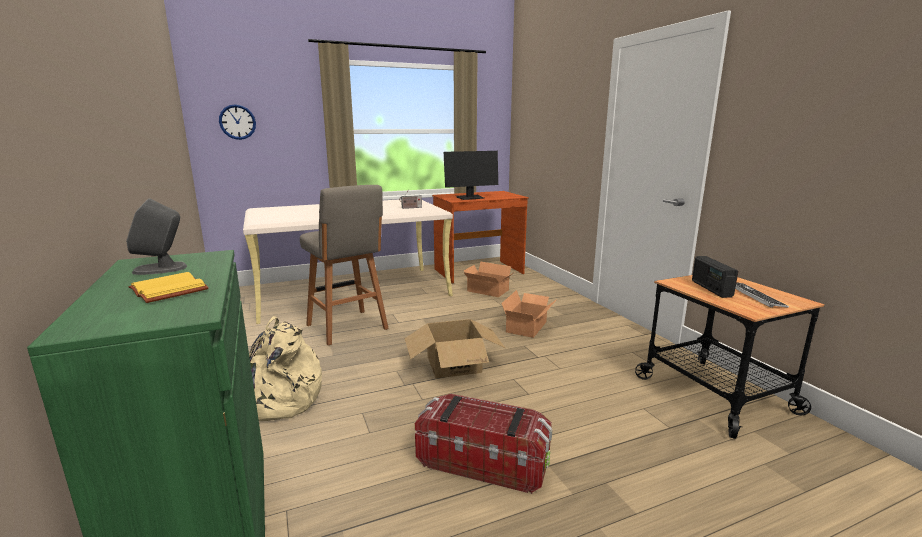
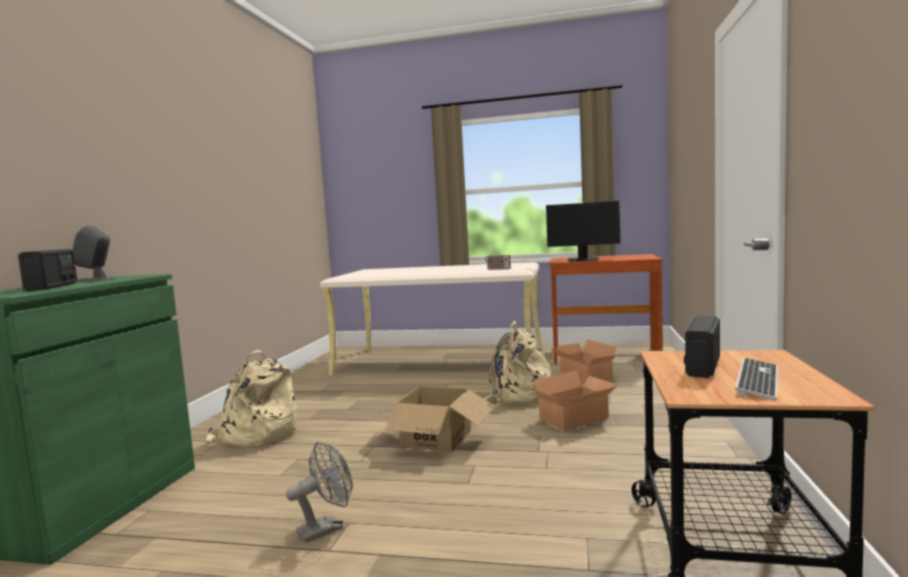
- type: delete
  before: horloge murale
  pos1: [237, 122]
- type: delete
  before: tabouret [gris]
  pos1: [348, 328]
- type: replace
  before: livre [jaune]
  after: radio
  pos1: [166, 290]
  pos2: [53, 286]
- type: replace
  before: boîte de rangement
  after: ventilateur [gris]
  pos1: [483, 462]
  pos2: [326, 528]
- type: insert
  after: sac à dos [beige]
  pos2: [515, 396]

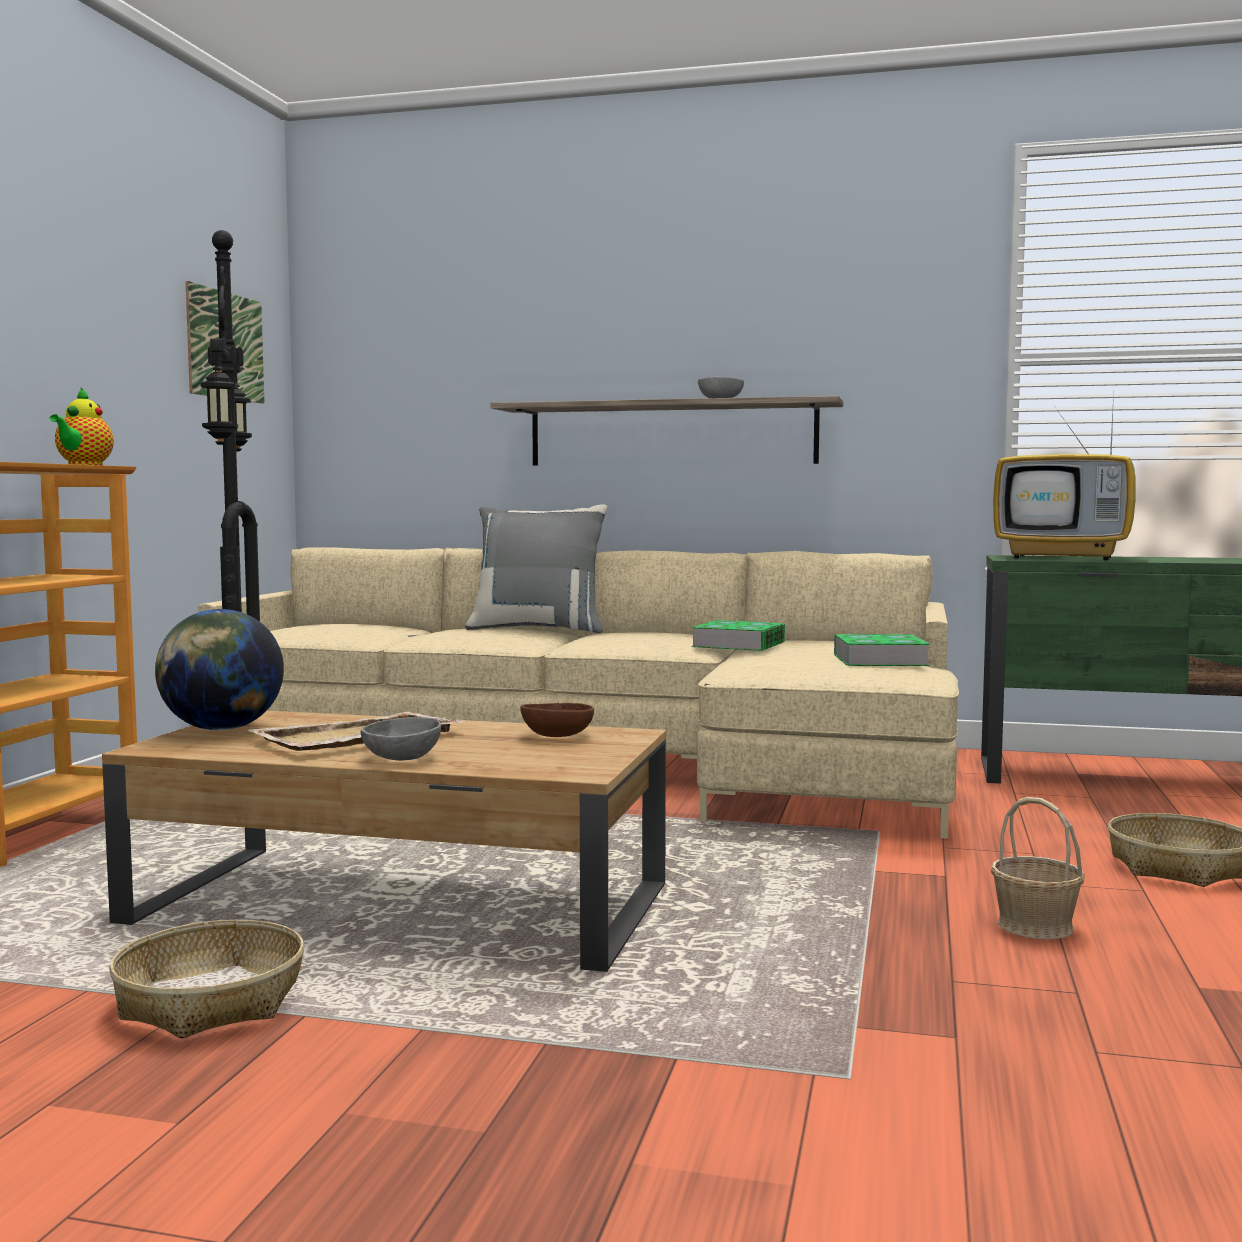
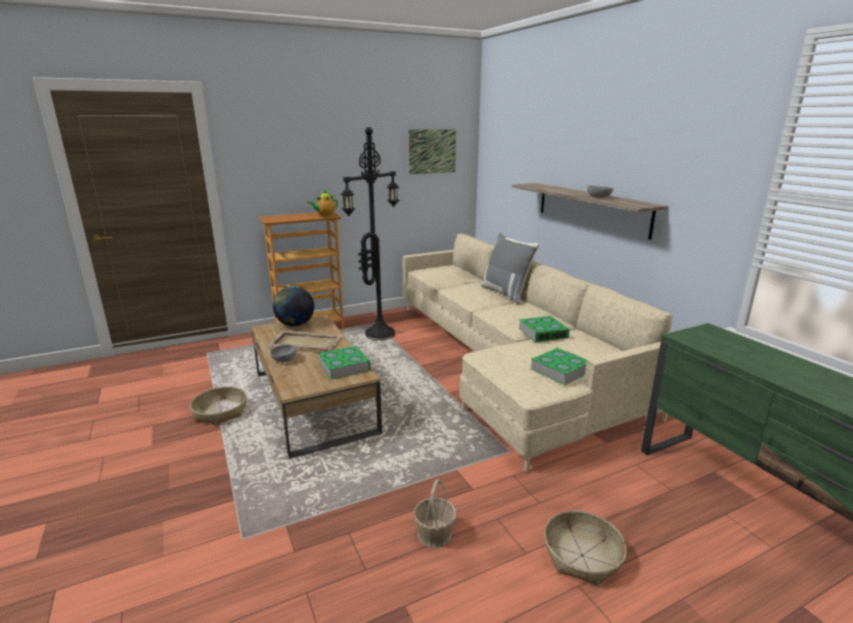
- type: delete
  before: téléviseur
  pos1: [1066, 557]
- type: replace
  before: bol [marron]
  after: livre
  pos1: [557, 735]
  pos2: [344, 366]

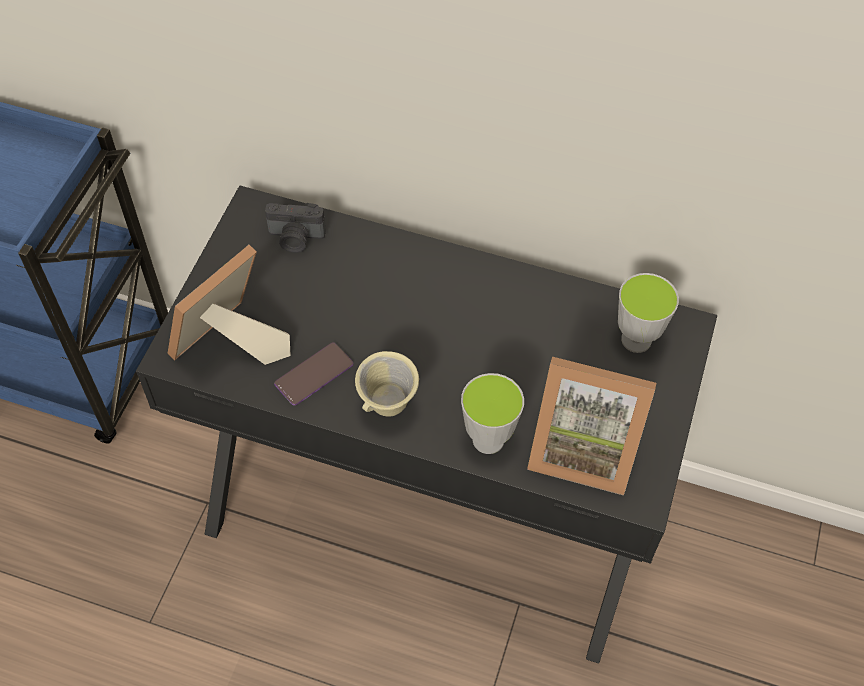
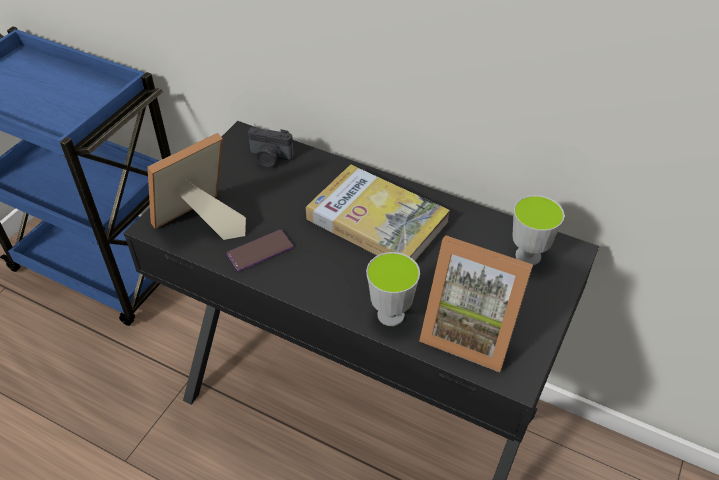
- type: delete
  before: mug [beige]
  pos1: [388, 409]
- type: insert
  after: livre
  pos2: [377, 220]

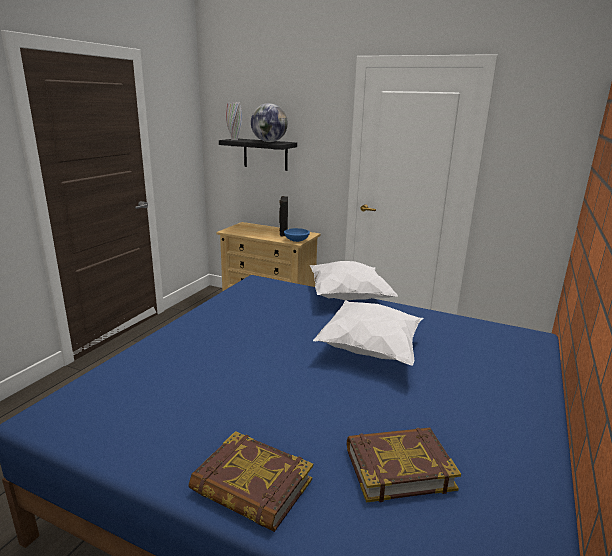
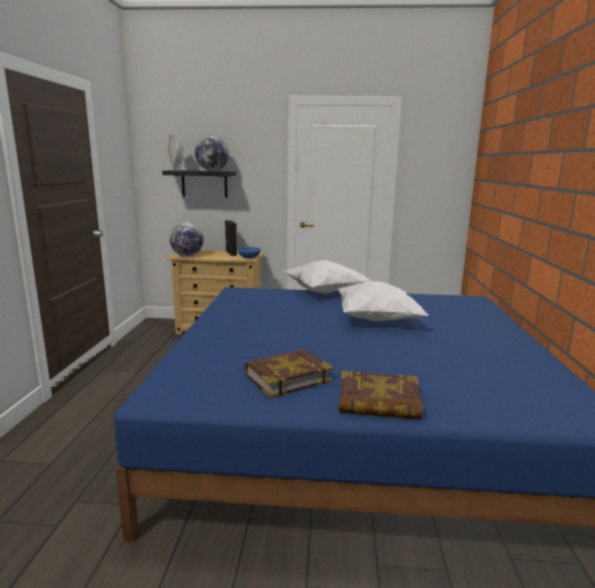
- type: move
  before: livre
  pos1: [398, 468]
  pos2: [287, 377]
- type: insert
  after: globe
  pos2: [187, 255]

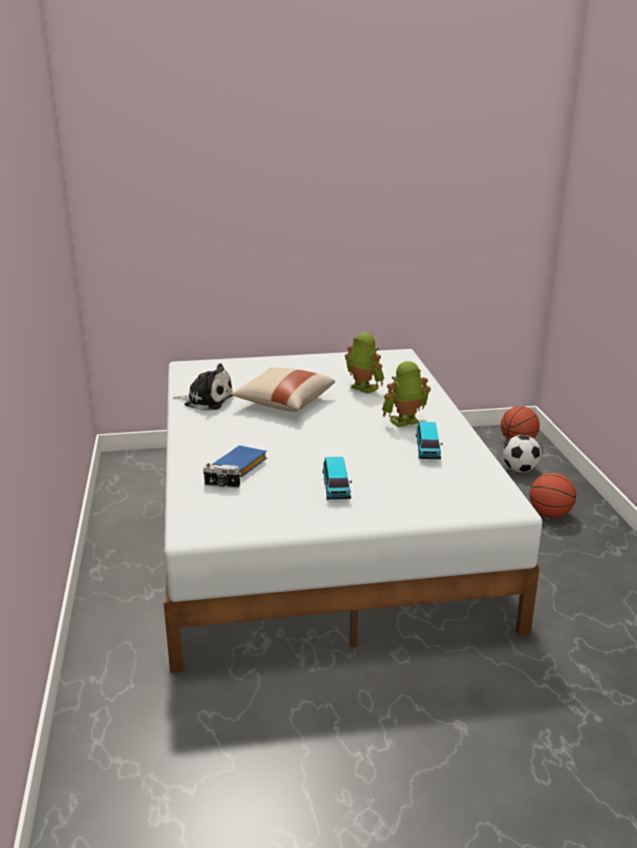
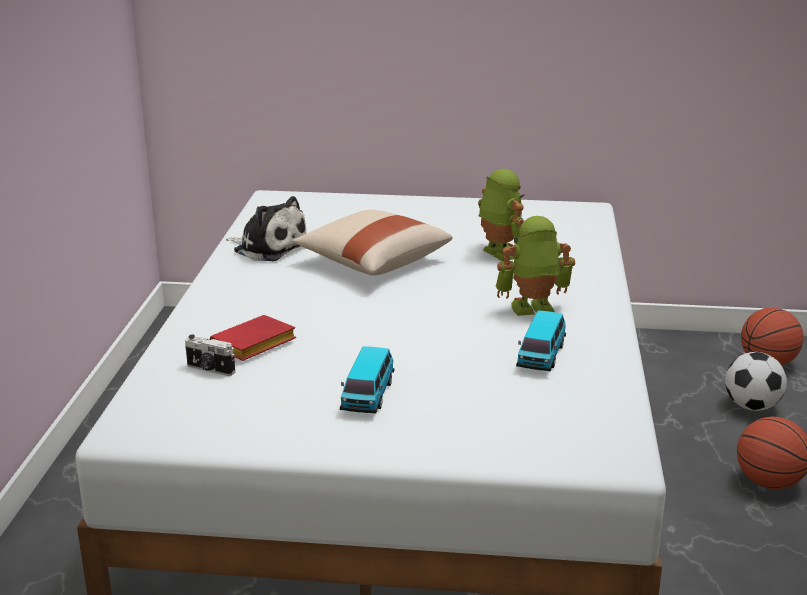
- type: recolor
  before: livre [bleu]
  after: livre [rouge]
  pos1: [240, 467]
  pos2: [253, 346]

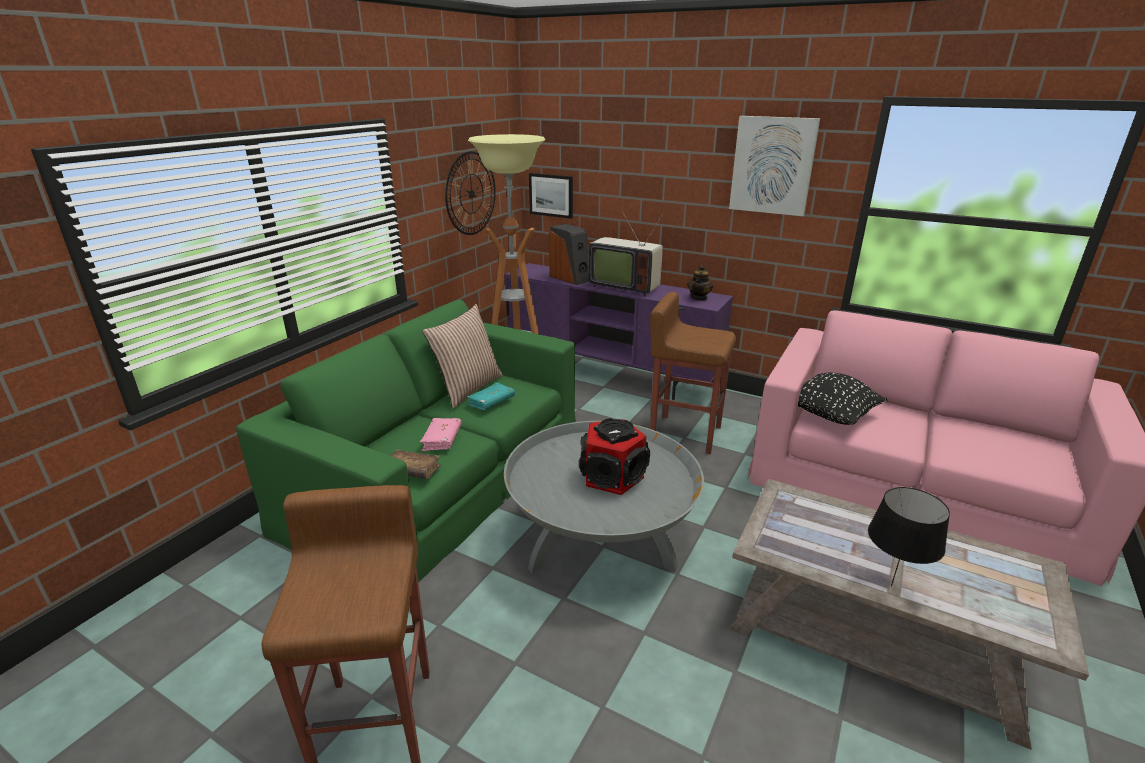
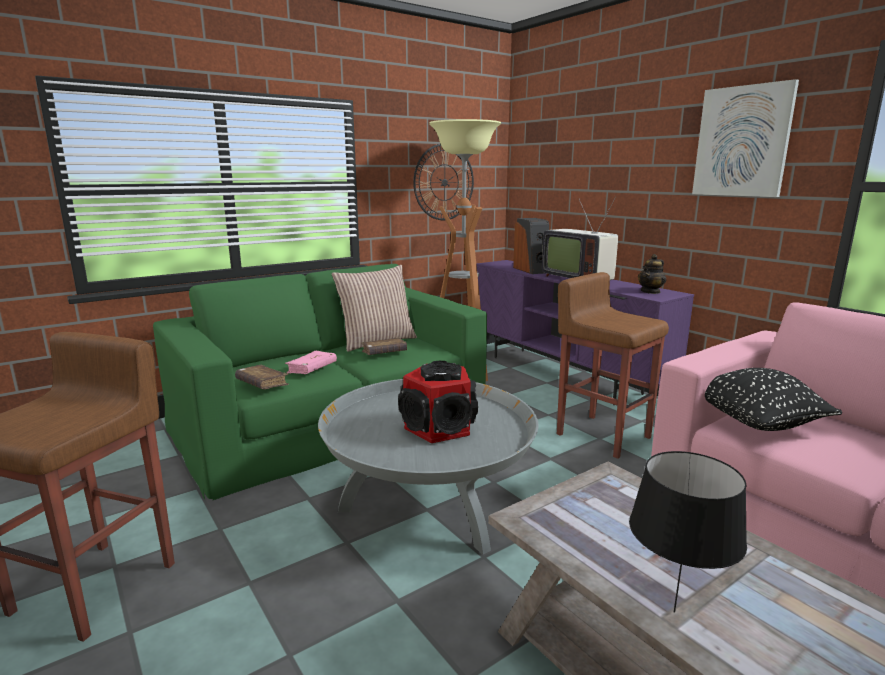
- type: delete
  before: tableau
  pos1: [551, 195]
- type: recolor
  before: livre [turquoise]
  after: livre [marron]
  pos1: [491, 402]
  pos2: [384, 352]

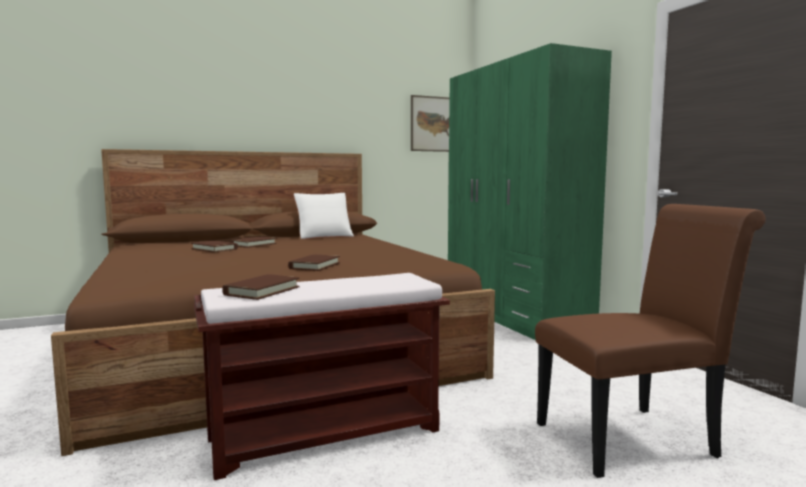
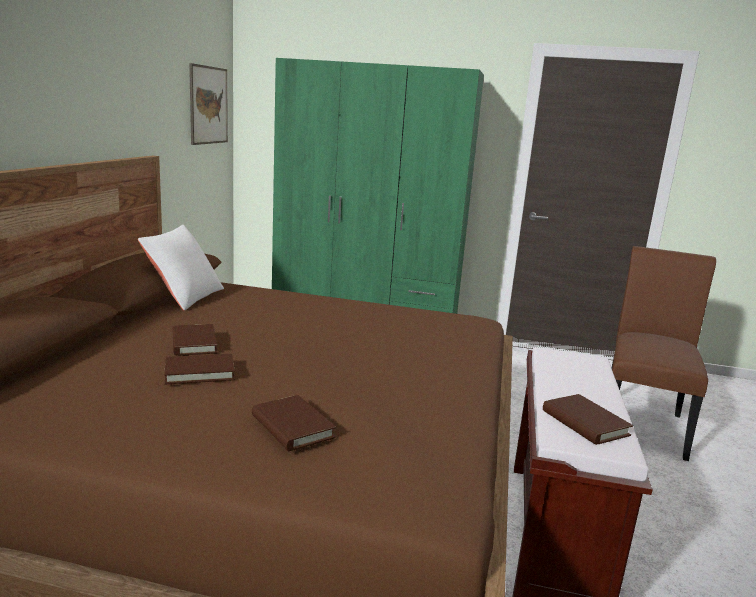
- type: move
  before: livre [marron]
  pos1: [315, 266]
  pos2: [292, 427]

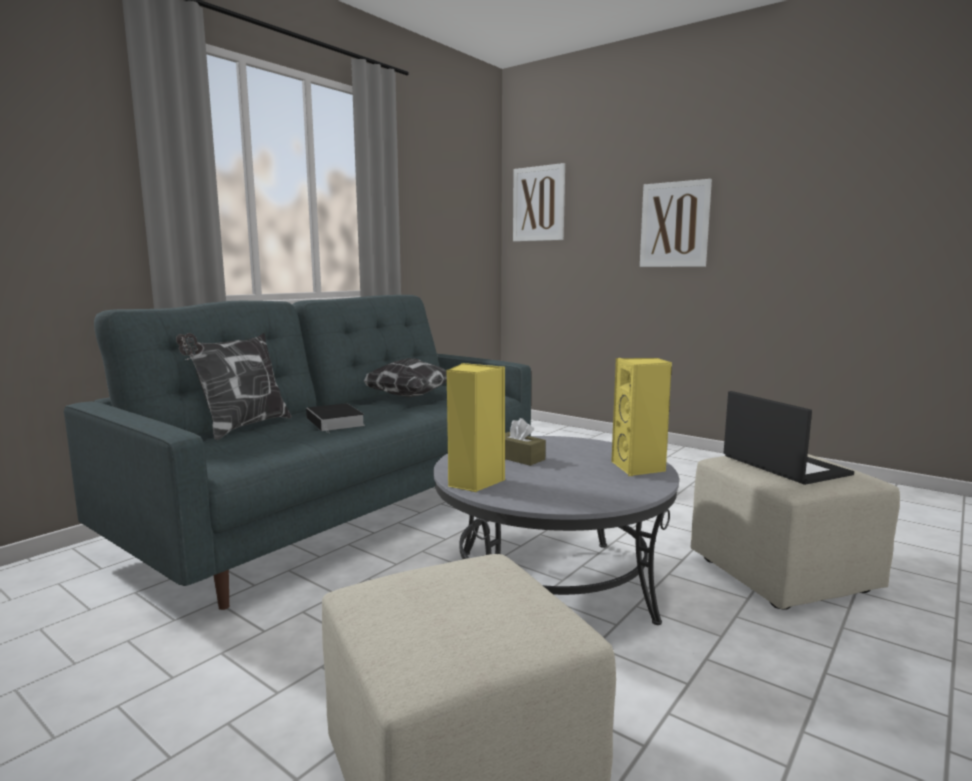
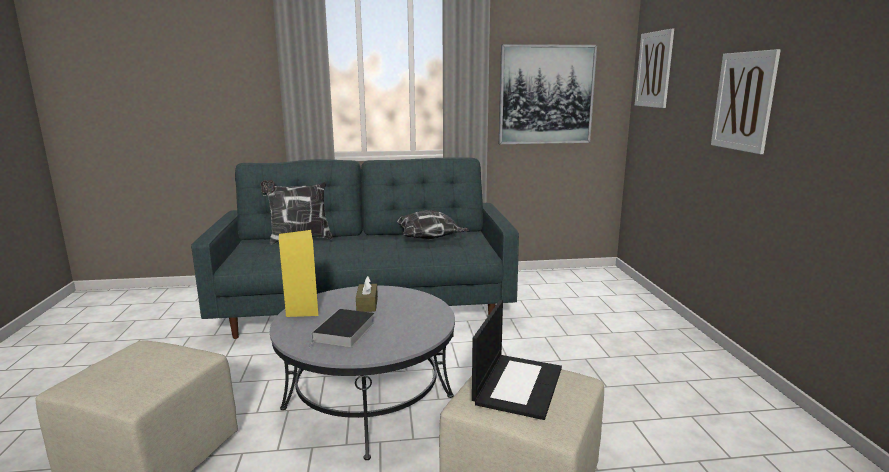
- type: delete
  before: enceinte [jaune]
  pos1: [639, 468]
- type: move
  before: livre
  pos1: [336, 422]
  pos2: [344, 333]
- type: insert
  after: tableau
  pos2: [546, 95]

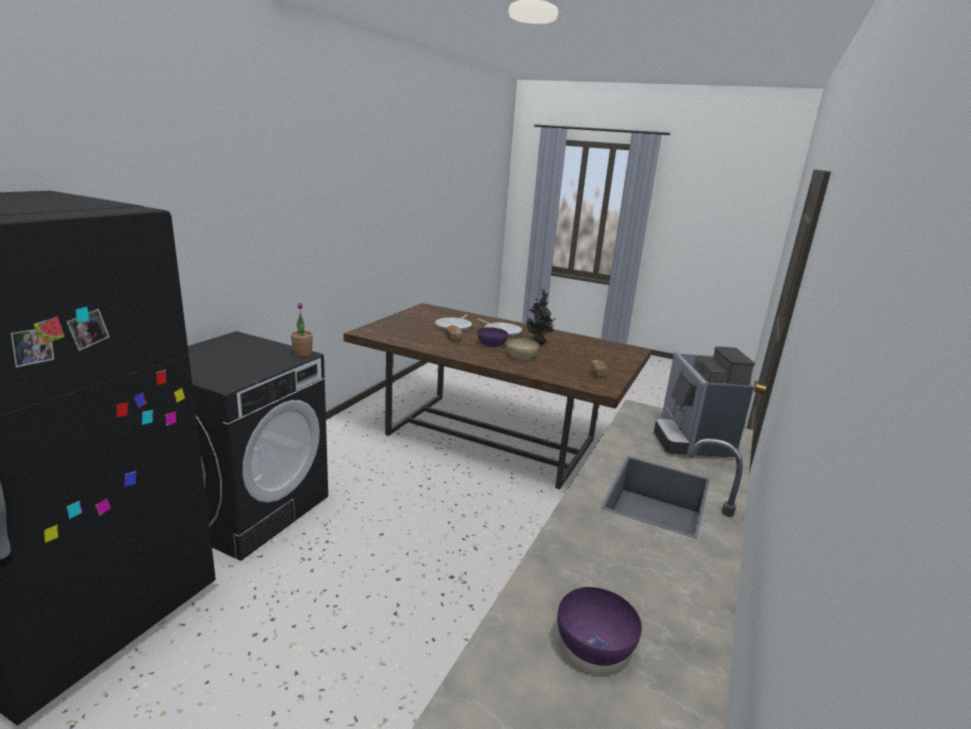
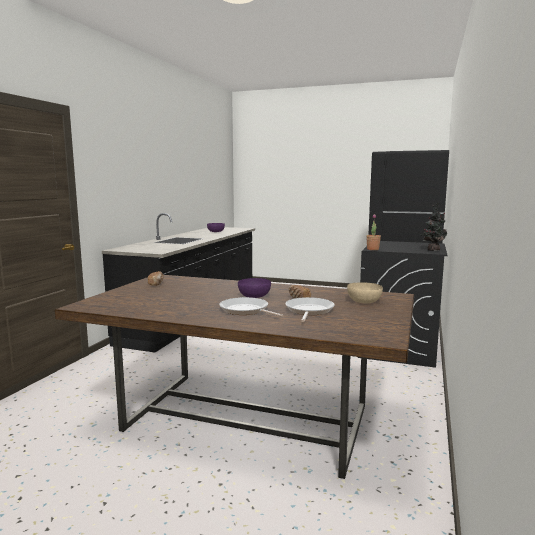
- type: move
  before: plante en pot
  pos1: [538, 343]
  pos2: [432, 250]
- type: move
  before: bol [beige]
  pos1: [521, 357]
  pos2: [364, 301]
- type: delete
  before: machine à café
  pos1: [691, 439]

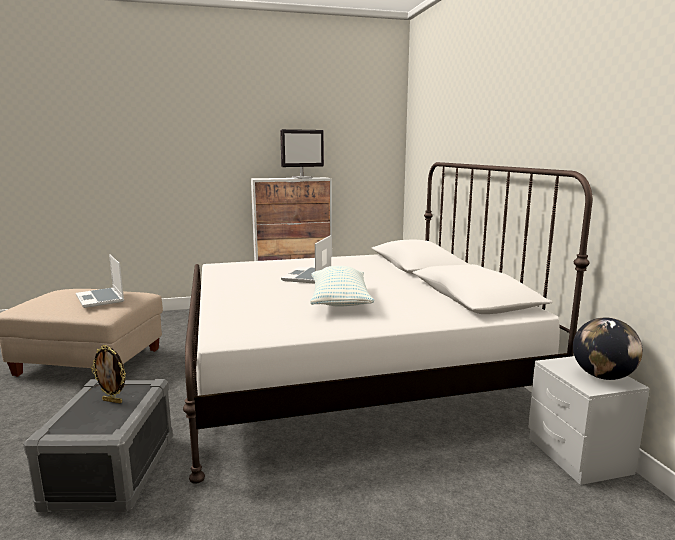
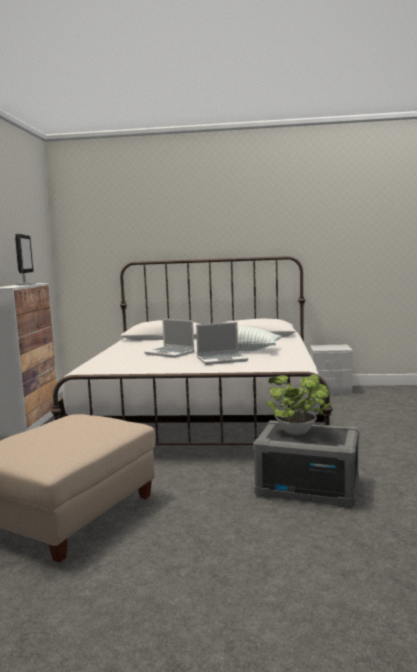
- type: move
  before: ordinateur portable
  pos1: [101, 299]
  pos2: [222, 360]
- type: delete
  before: globe
  pos1: [602, 376]
- type: replace
  before: cadre photo
  after: plante en pot
  pos1: [113, 401]
  pos2: [298, 432]

